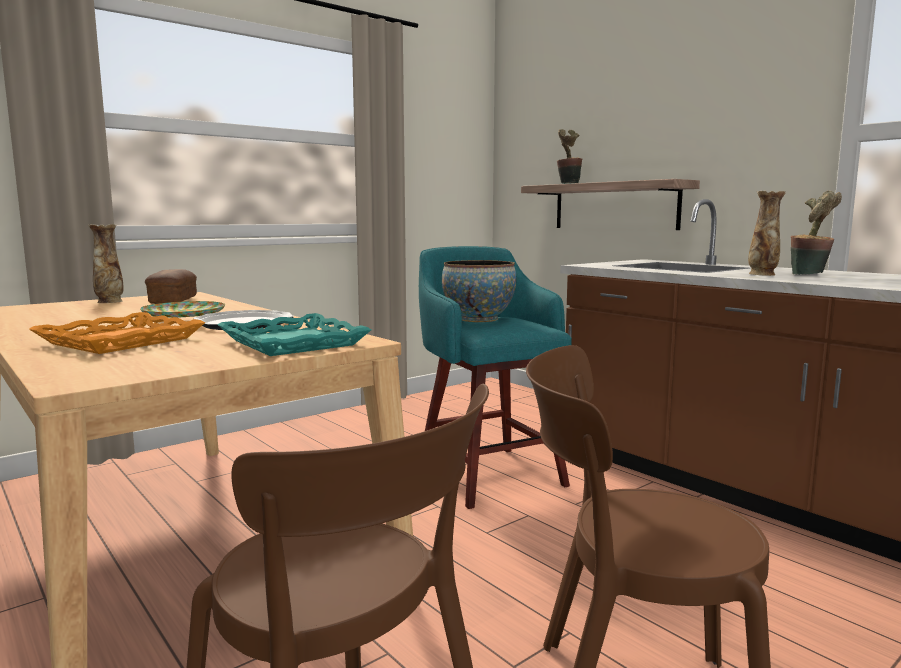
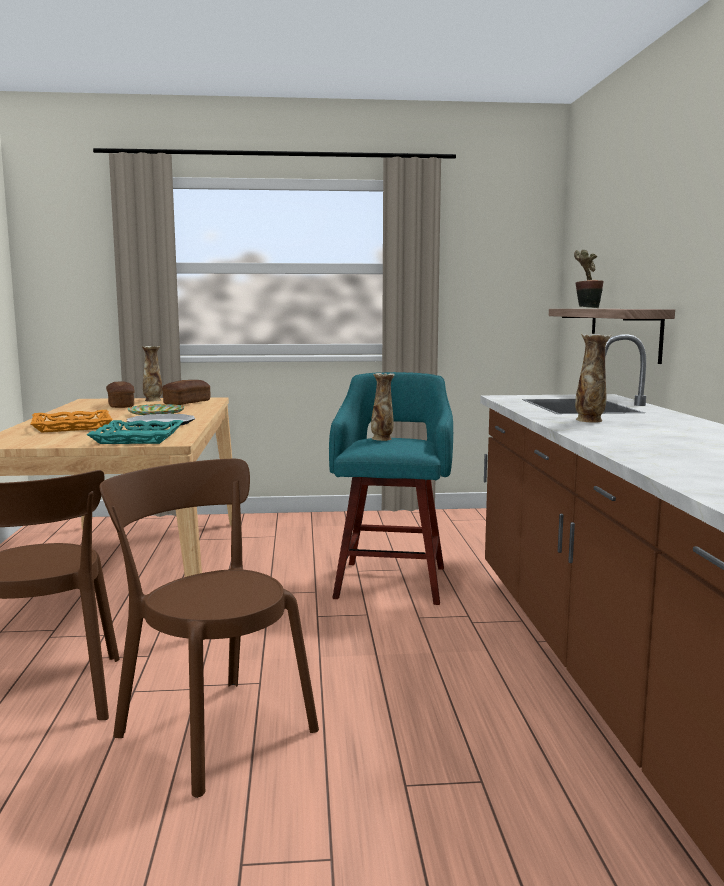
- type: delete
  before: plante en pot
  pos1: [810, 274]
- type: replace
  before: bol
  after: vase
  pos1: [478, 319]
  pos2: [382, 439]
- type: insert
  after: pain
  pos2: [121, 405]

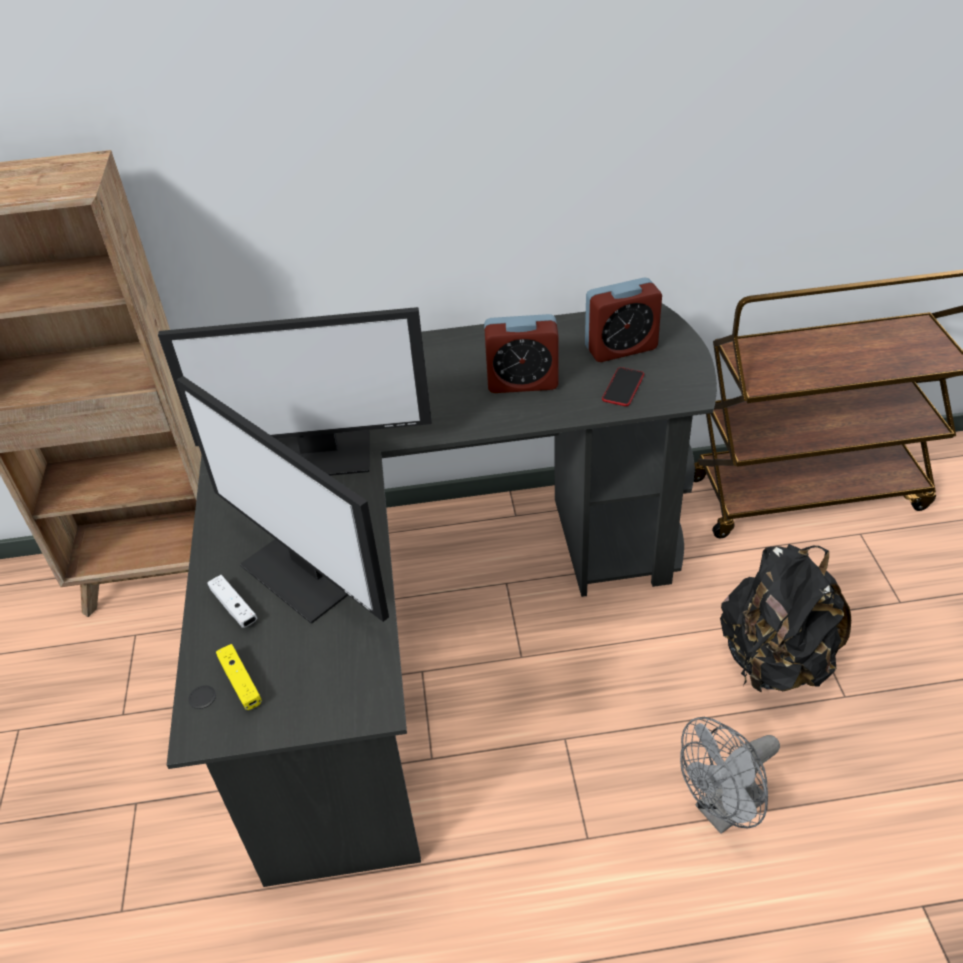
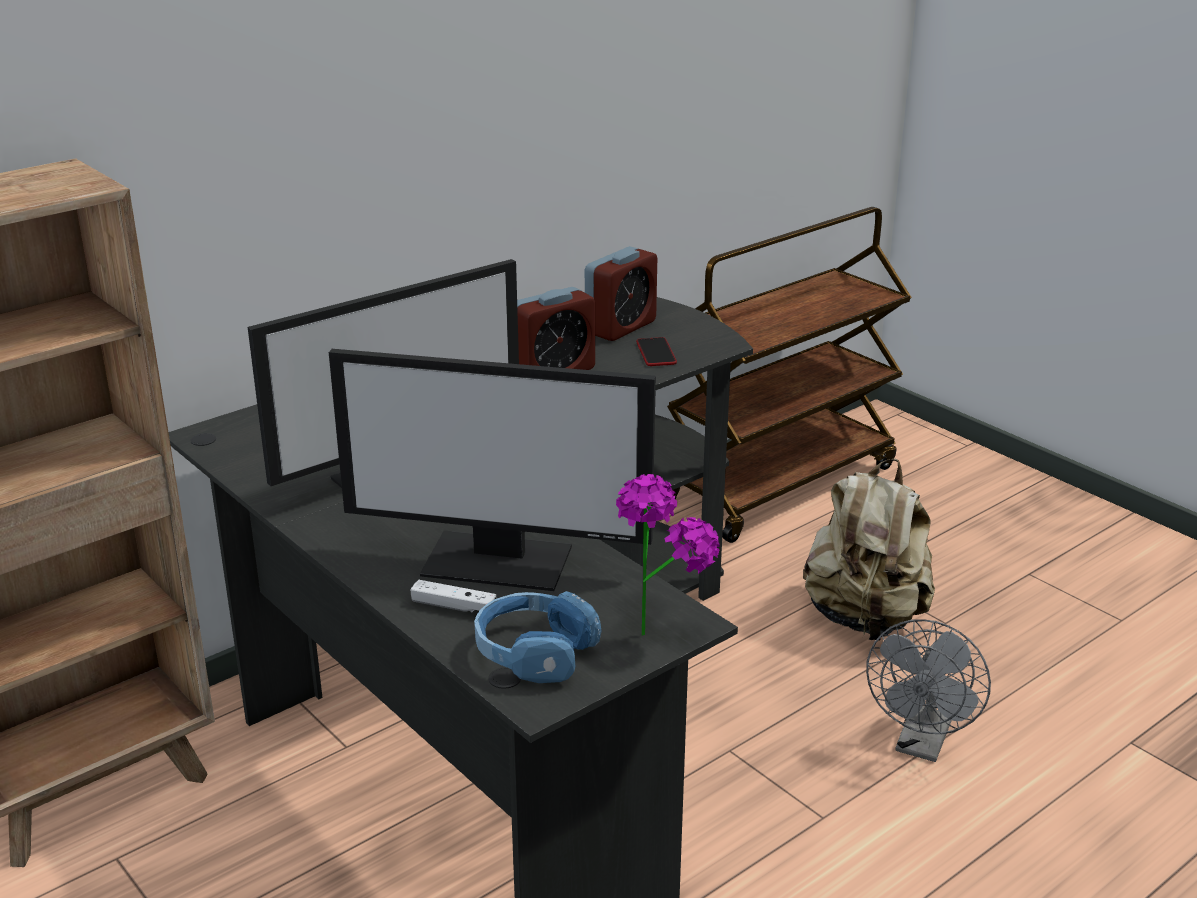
- type: recolor
  before: sac à dos [noir]
  after: sac à dos [beige]
  pos1: [775, 661]
  pos2: [865, 618]
- type: replace
  before: manette [jaune]
  after: casque audio [bleu]
  pos1: [240, 682]
  pos2: [534, 652]
- type: insert
  after: plante en pot
  pos2: [658, 625]

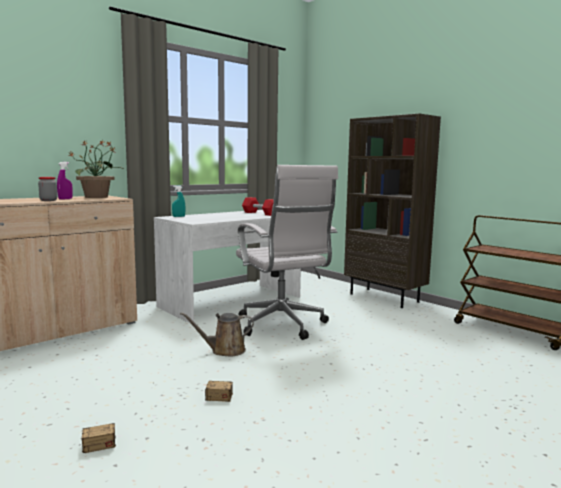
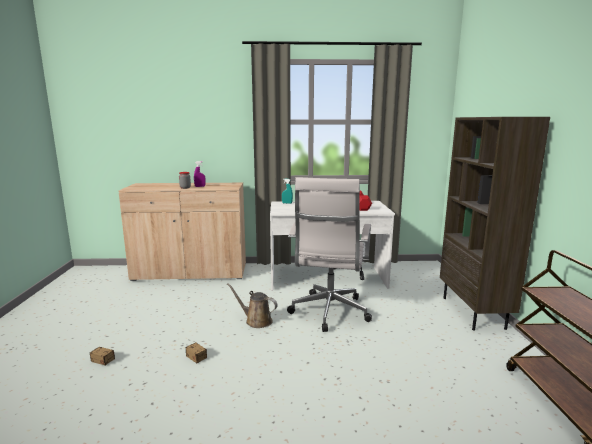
- type: delete
  before: plante en pot
  pos1: [97, 197]

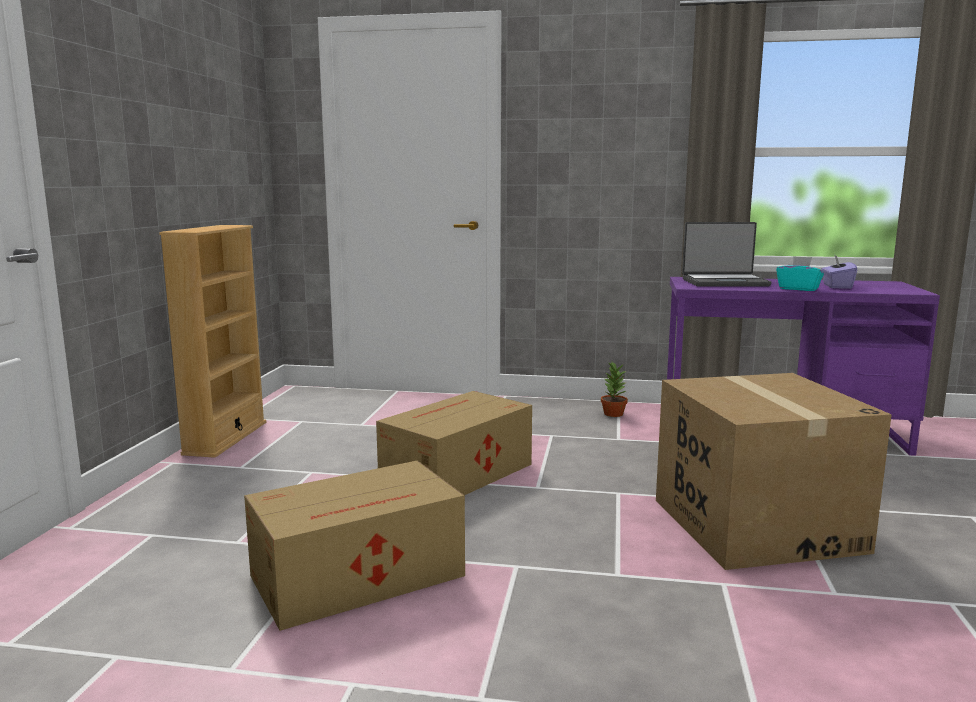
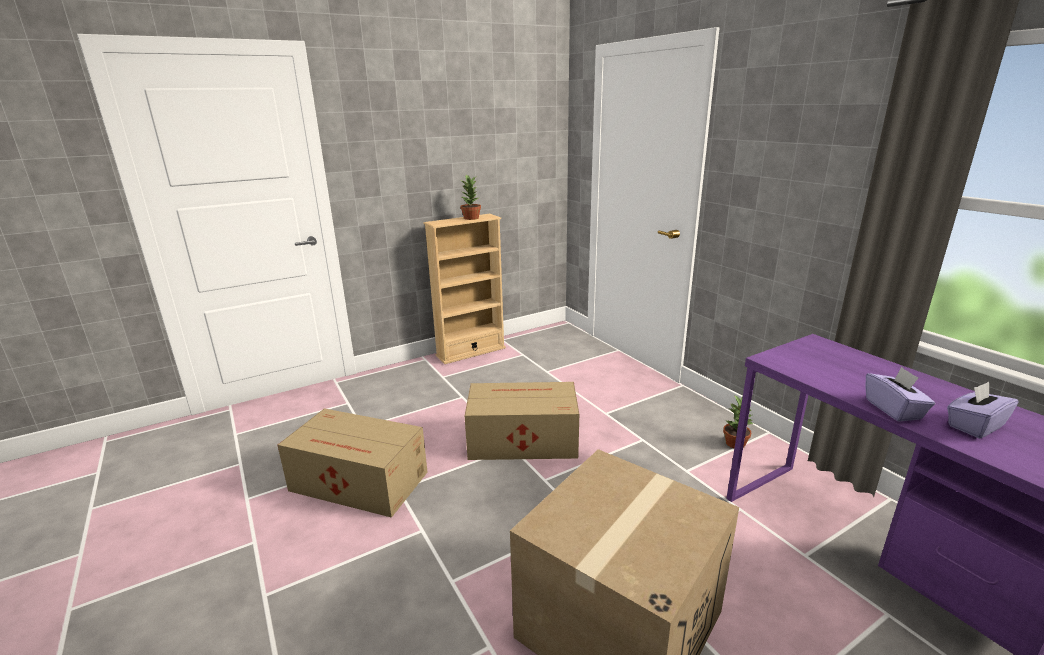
- type: delete
  before: ordinateur portable
  pos1: [724, 282]
- type: recolor
  before: boîte à mouchoirs [turquoise]
  after: boîte à mouchoirs [violet]
  pos1: [798, 289]
  pos2: [893, 409]
- type: insert
  after: plante en pot
  pos2: [471, 218]

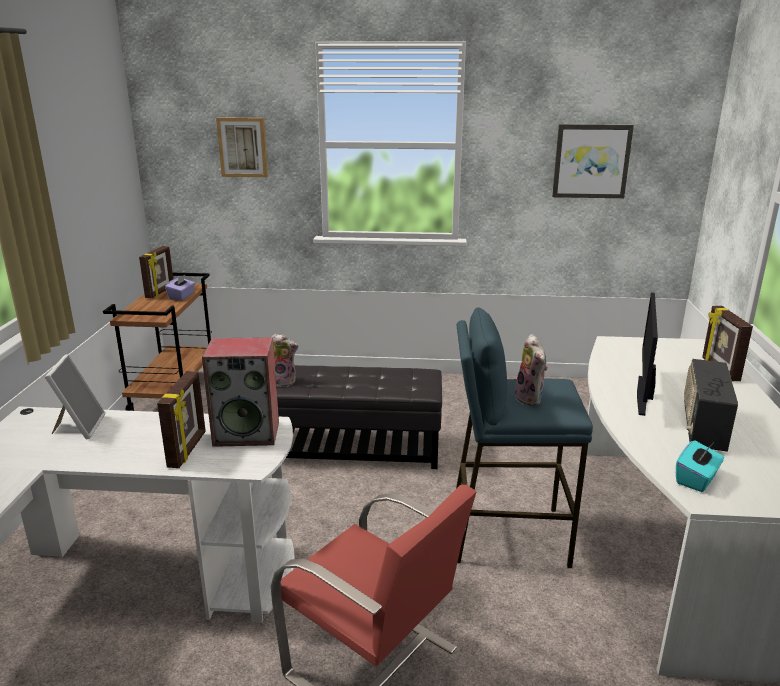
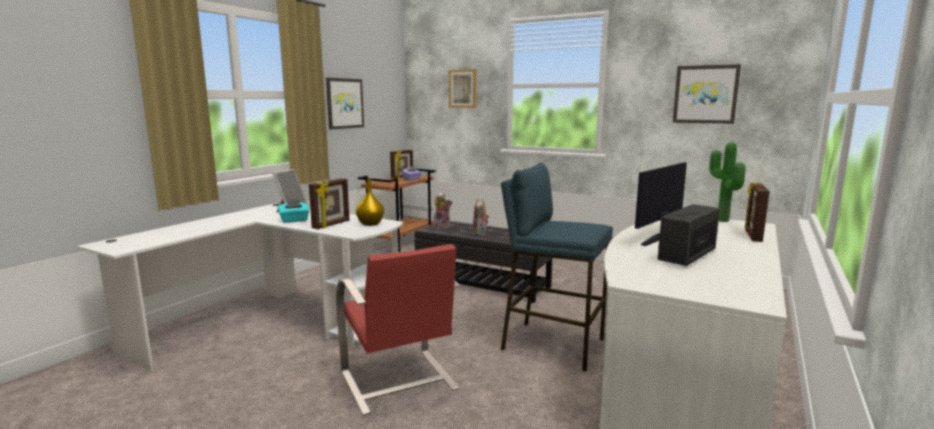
- type: move
  before: peluche
  pos1: [531, 398]
  pos2: [480, 233]
- type: replace
  before: enceinte
  after: vase [jaune]
  pos1: [247, 433]
  pos2: [371, 223]
- type: move
  before: boîte à mouchoirs [turquoise]
  pos1: [696, 479]
  pos2: [294, 220]
- type: insert
  after: tableau
  pos2: [344, 103]
- type: insert
  after: plante en pot
  pos2: [720, 220]

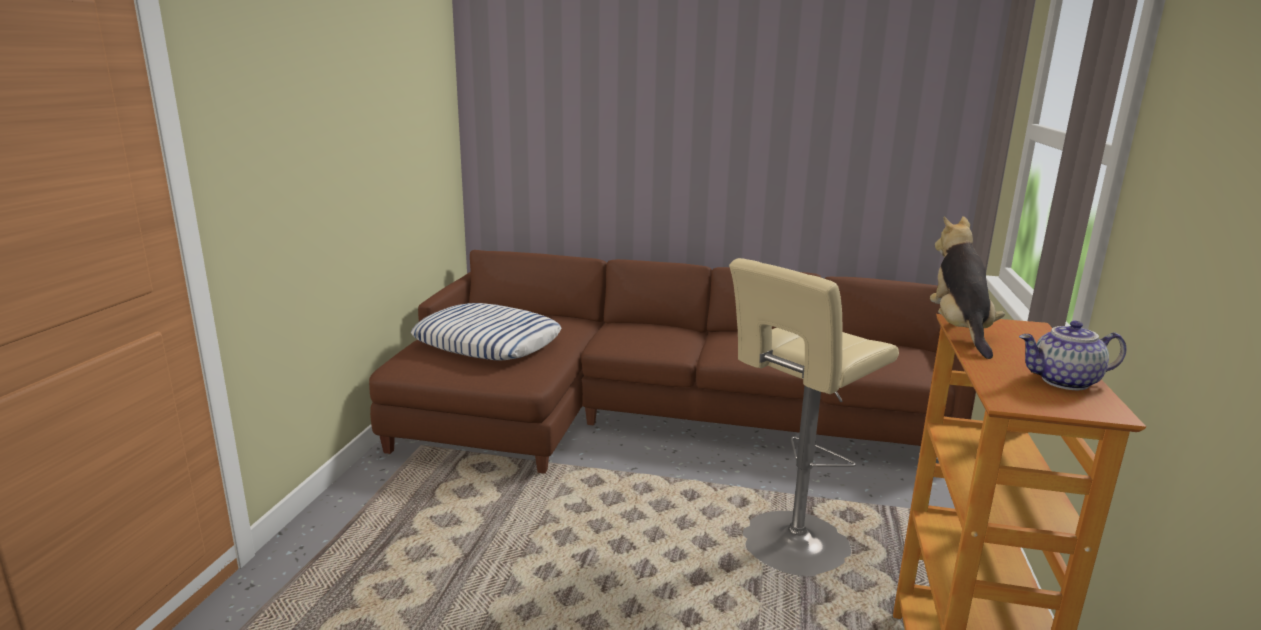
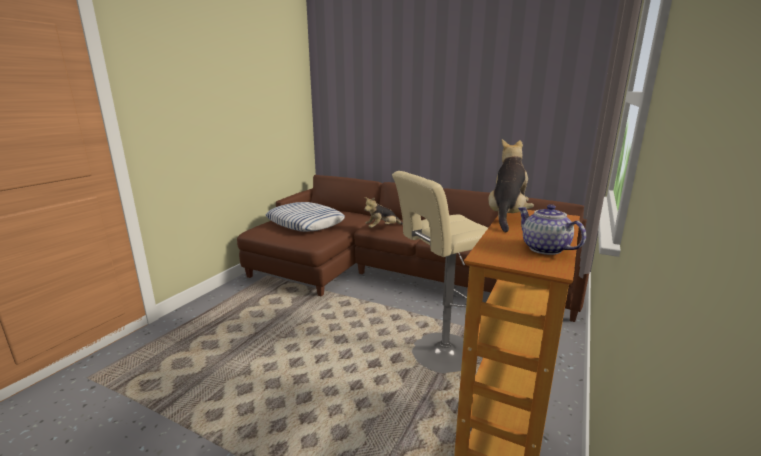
- type: rotate
  before: théière
  pos1: [1064, 382]
  pos2: [543, 249]
  turn: 45
- type: insert
  after: peluche
  pos2: [382, 228]

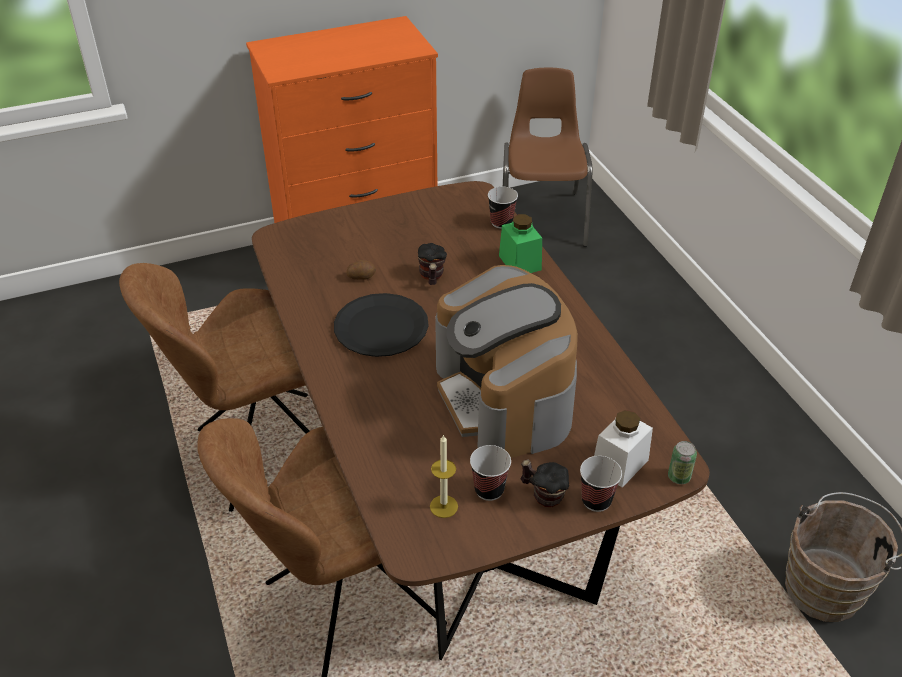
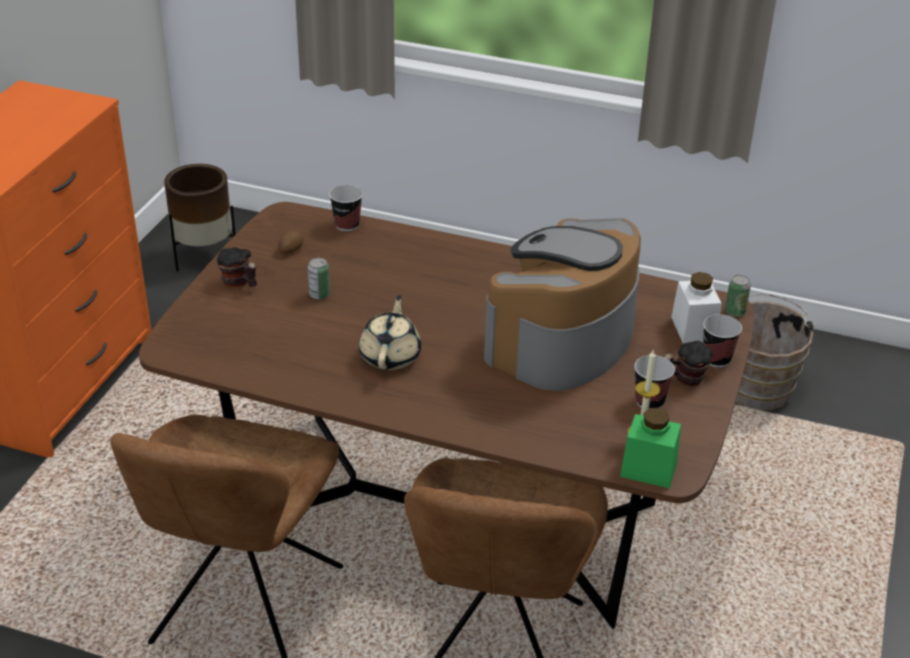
- type: replace
  before: chaise [marron]
  after: cache-pot [marron]
  pos1: [542, 218]
  pos2: [205, 257]
- type: move
  before: bocal [vert]
  pos1: [520, 263]
  pos2: [648, 469]
- type: move
  before: mug
  pos1: [431, 277]
  pos2: [239, 284]
- type: move
  before: pomme de terre
  pos1: [361, 276]
  pos2: [290, 249]
- type: rotate
  before: machine à café
  pos1: [505, 399]
  pos2: [562, 341]
  turn: 105
- type: replace
  before: assiette [noir]
  after: théière [beige]
  pos1: [381, 327]
  pos2: [390, 355]
- type: insert
  after: boîte métallique
  pos2: [319, 295]

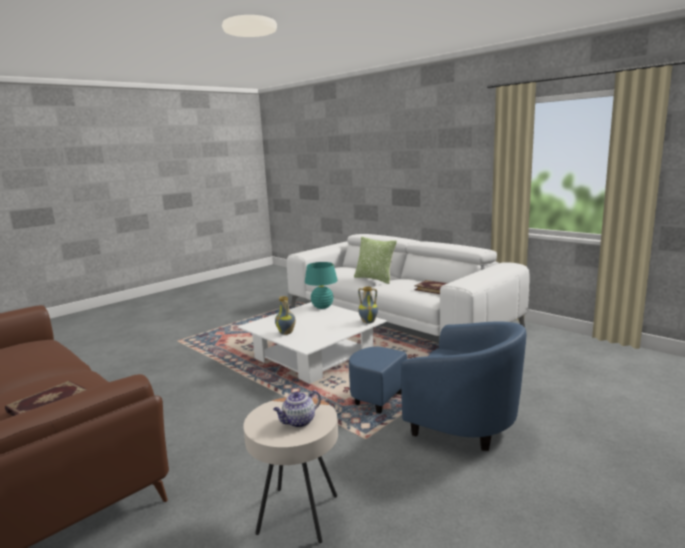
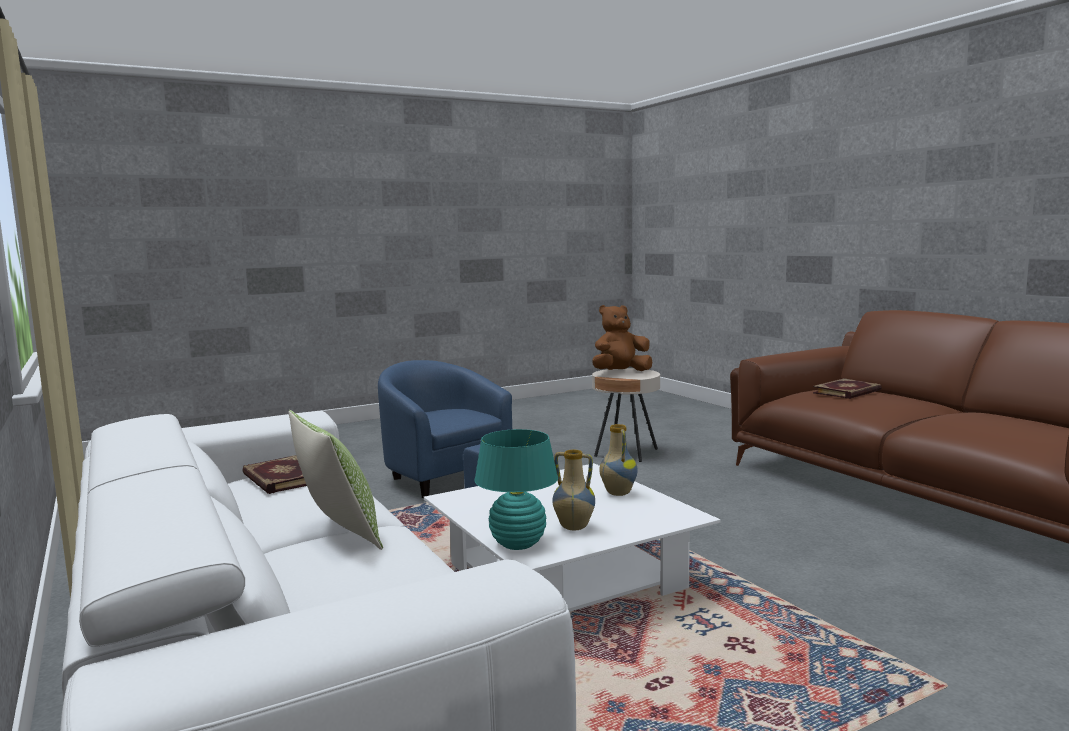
- type: move
  before: vase
  pos1: [368, 321]
  pos2: [573, 527]
- type: replace
  before: théière
  after: peluche [marron]
  pos1: [298, 422]
  pos2: [620, 372]

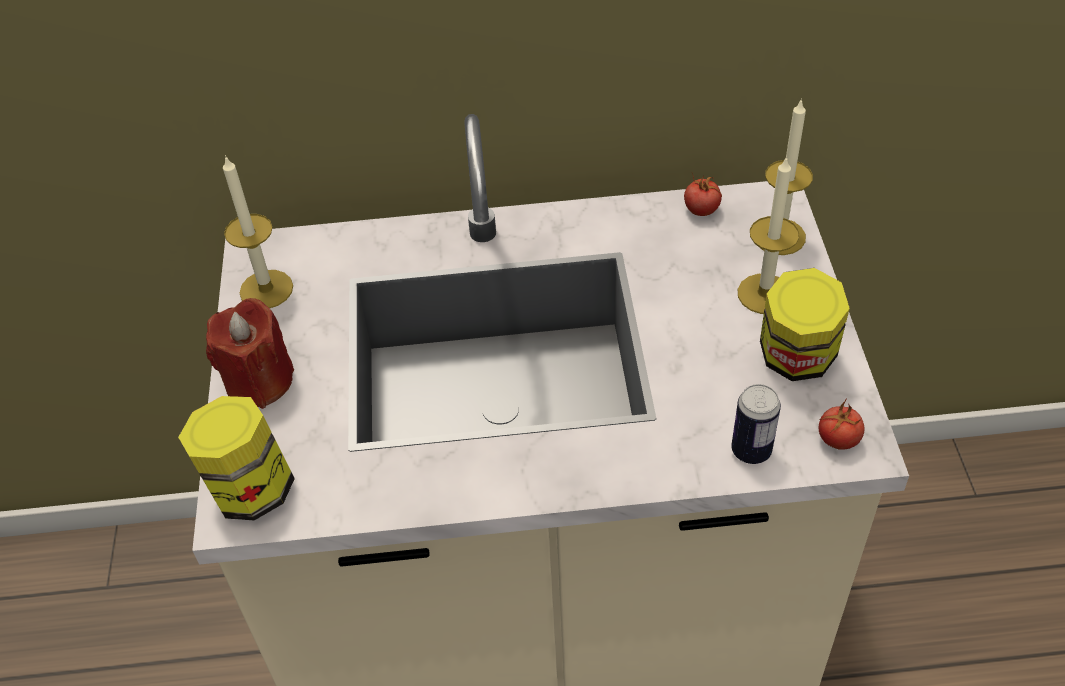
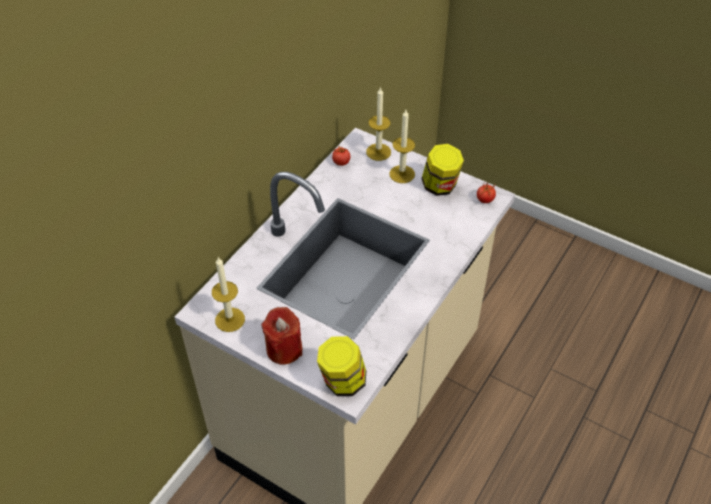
- type: delete
  before: boîte métallique
  pos1: [751, 451]

